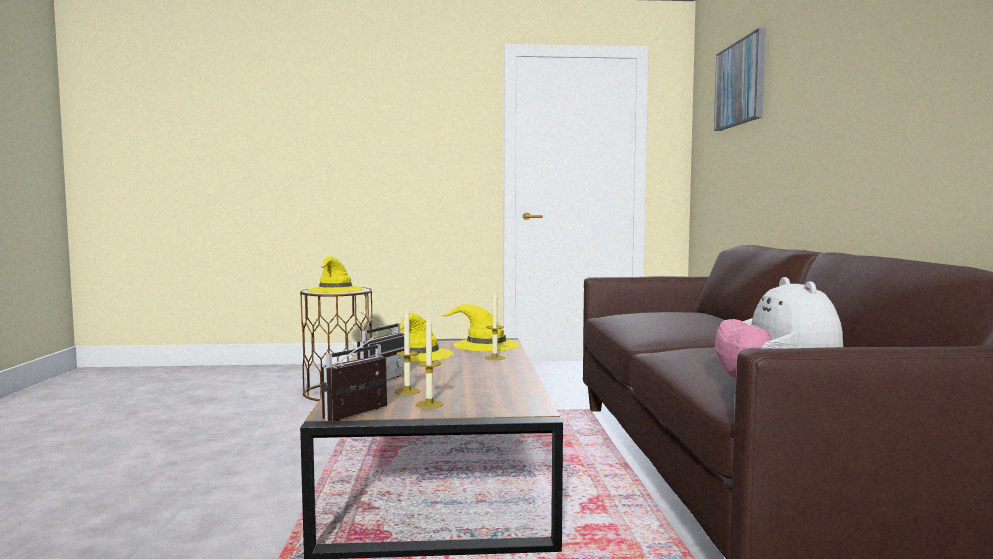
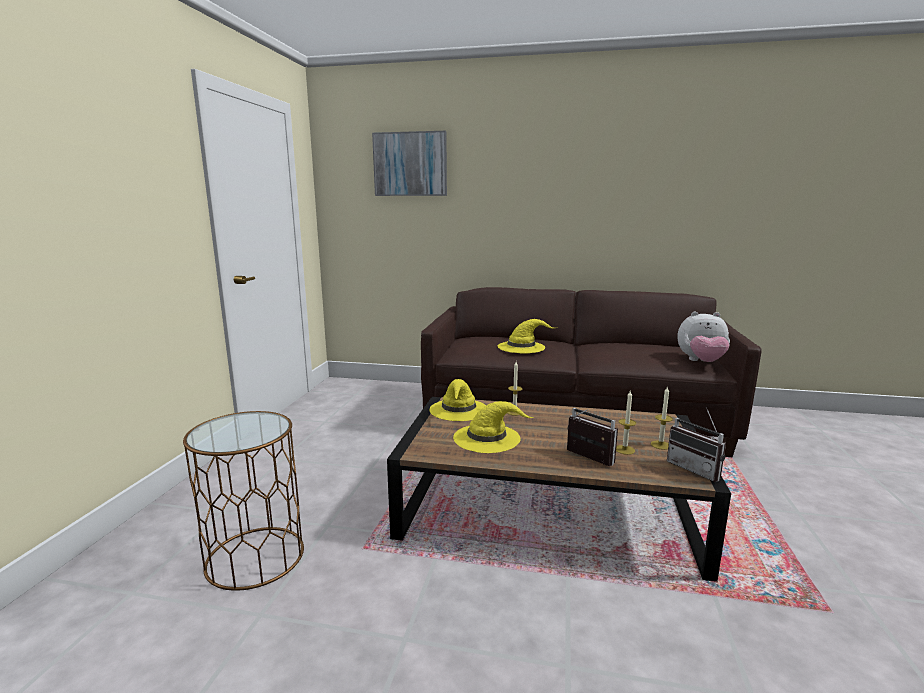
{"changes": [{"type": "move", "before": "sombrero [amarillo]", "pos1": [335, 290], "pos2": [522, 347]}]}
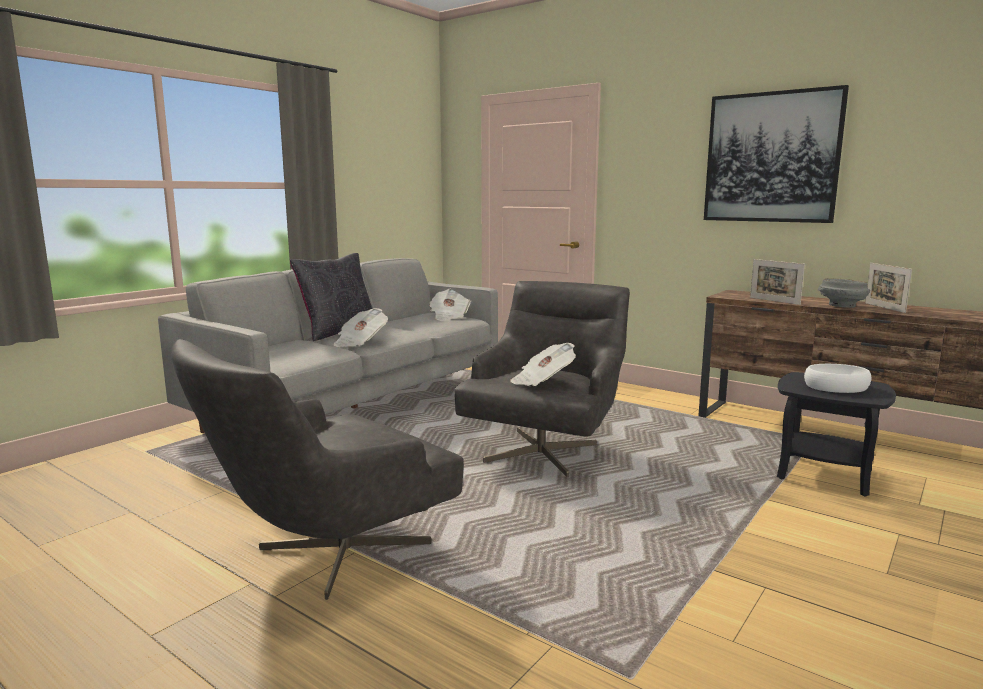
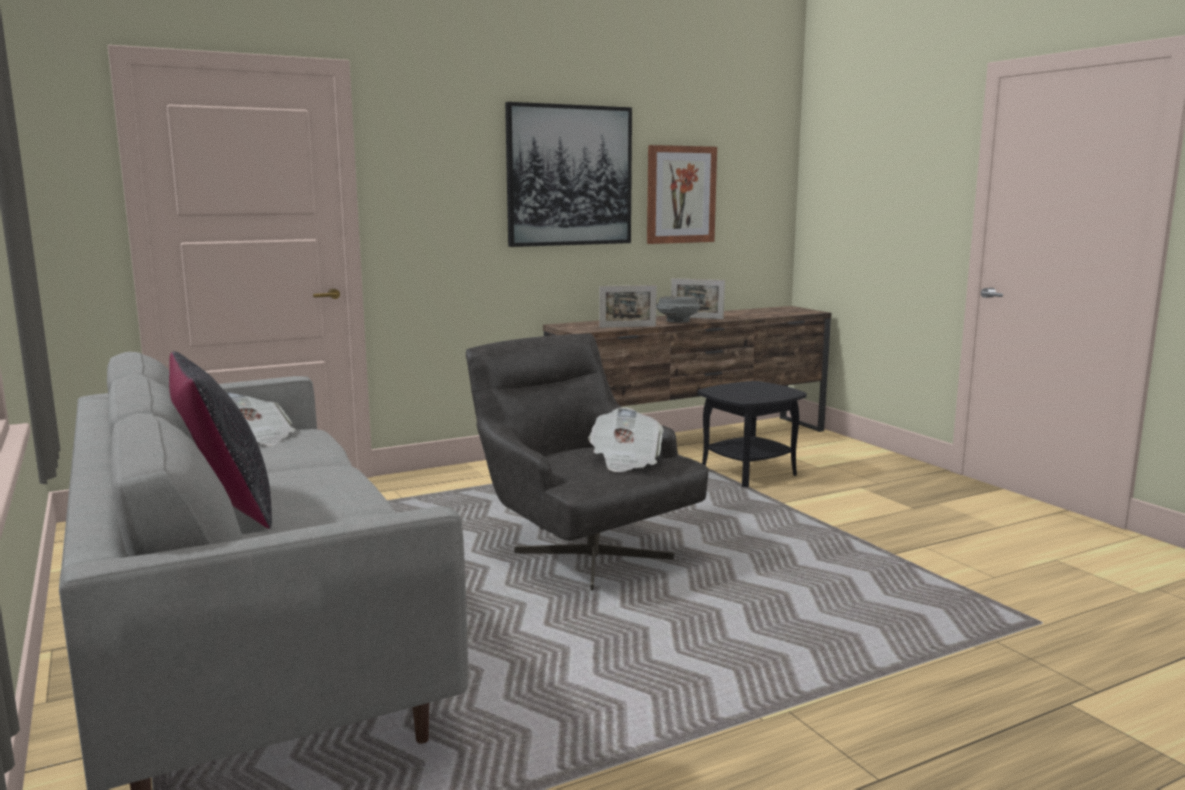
{"changes": [{"type": "delete", "before": "sillón [gris]", "pos1": [326, 557]}, {"type": "delete", "before": "periódico", "pos1": [360, 342]}, {"type": "delete", "before": "cuenco [blanco]", "pos1": [836, 387]}, {"type": "insert", "after": "cuadro", "pos2": [680, 194]}]}
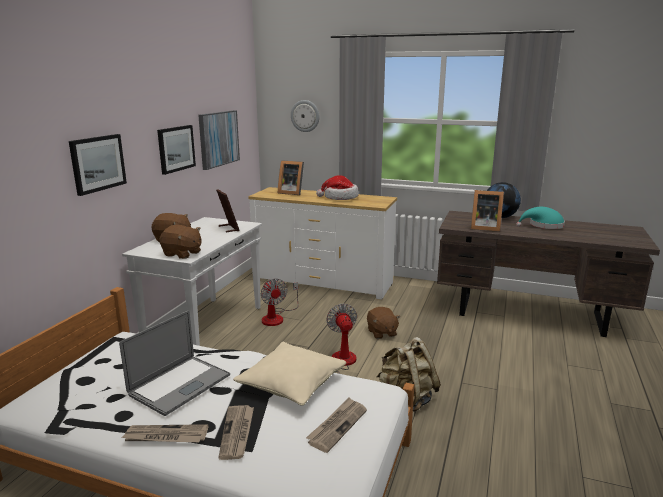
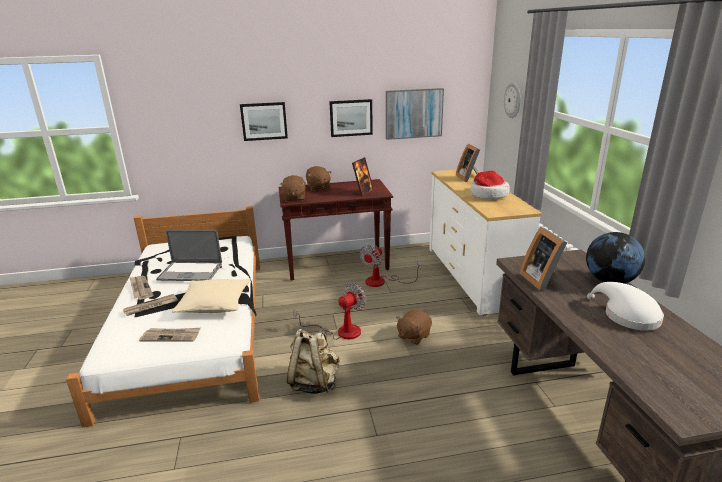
{"changes": [{"type": "recolor", "before": "mesa consola [blanco]", "after": "mesa consola [marrón]", "pos1": [206, 327], "pos2": [338, 264]}, {"type": "recolor", "before": "sombrero [turquesa]", "after": "sombrero [blanco]", "pos1": [543, 226], "pos2": [627, 315]}]}
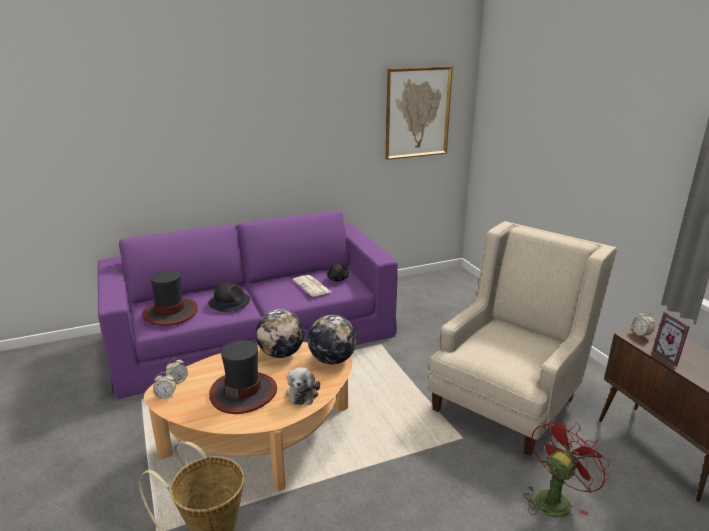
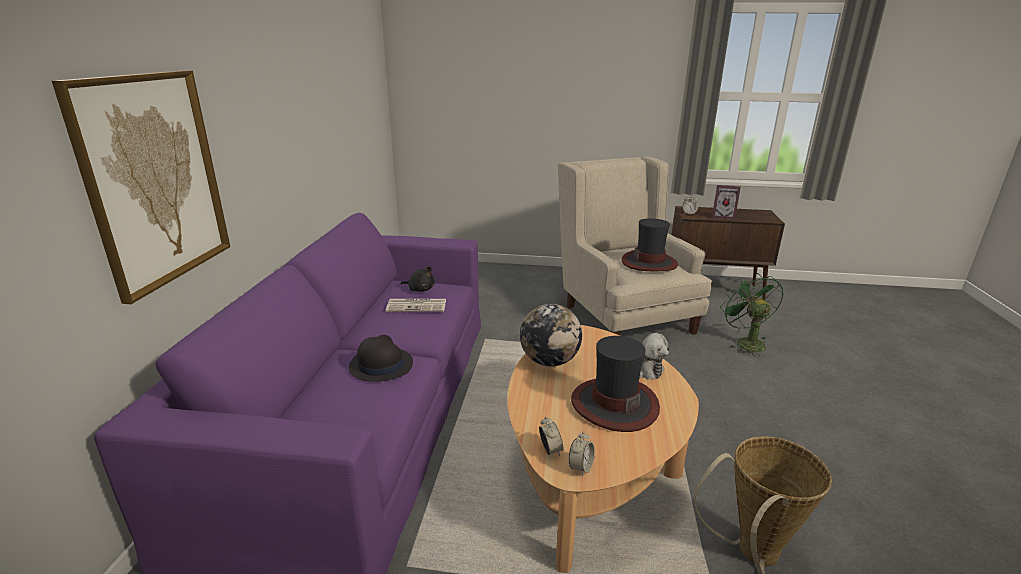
{"changes": [{"type": "delete", "before": "globo terráqueo", "pos1": [332, 360]}, {"type": "move", "before": "sombrero", "pos1": [170, 312], "pos2": [649, 262]}, {"type": "move", "before": "cuadro", "pos1": [417, 112], "pos2": [154, 180]}, {"type": "recolor", "before": "ventilador [rojo]", "after": "ventilador [verde]", "pos1": [555, 498], "pos2": [745, 342]}]}
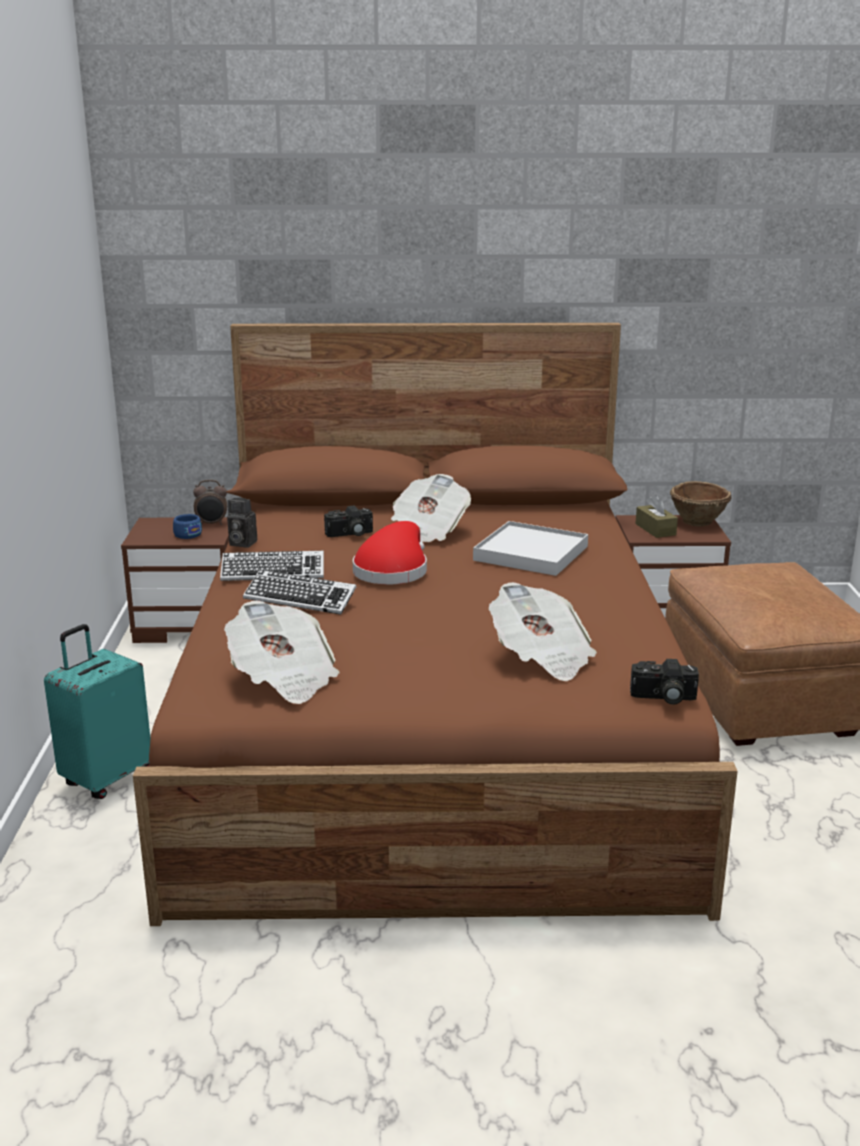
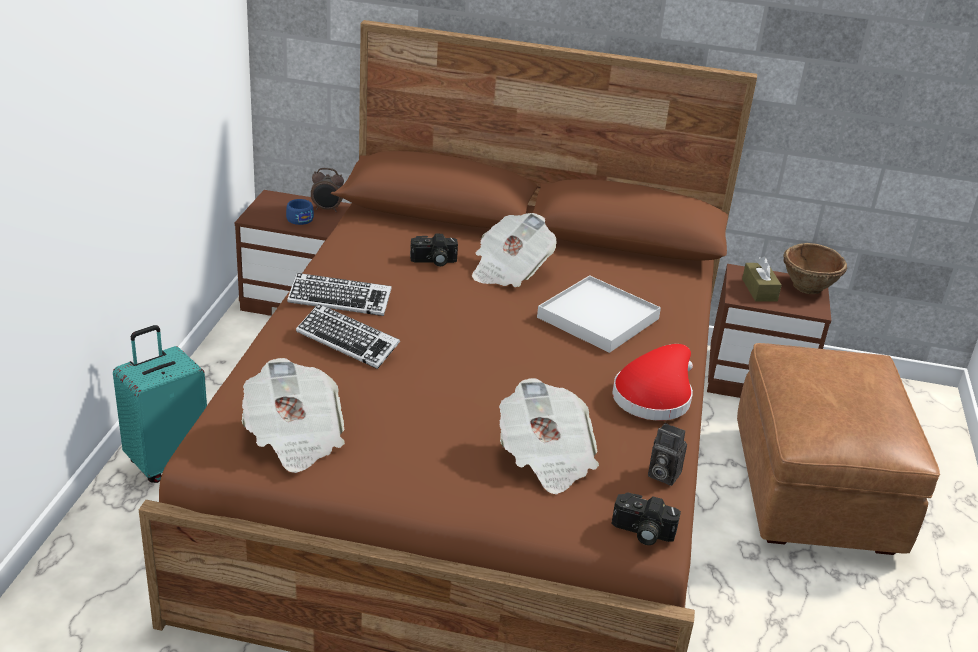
{"changes": [{"type": "move", "before": "cámara", "pos1": [241, 543], "pos2": [661, 474]}, {"type": "move", "before": "sombrero [rojo]", "pos1": [392, 570], "pos2": [654, 396]}]}
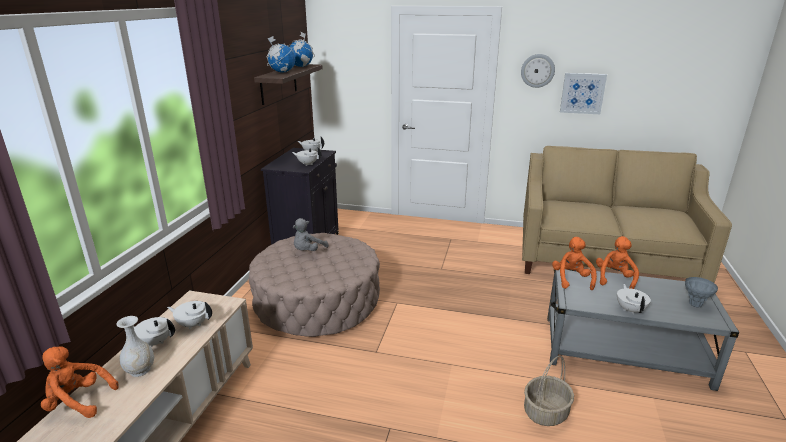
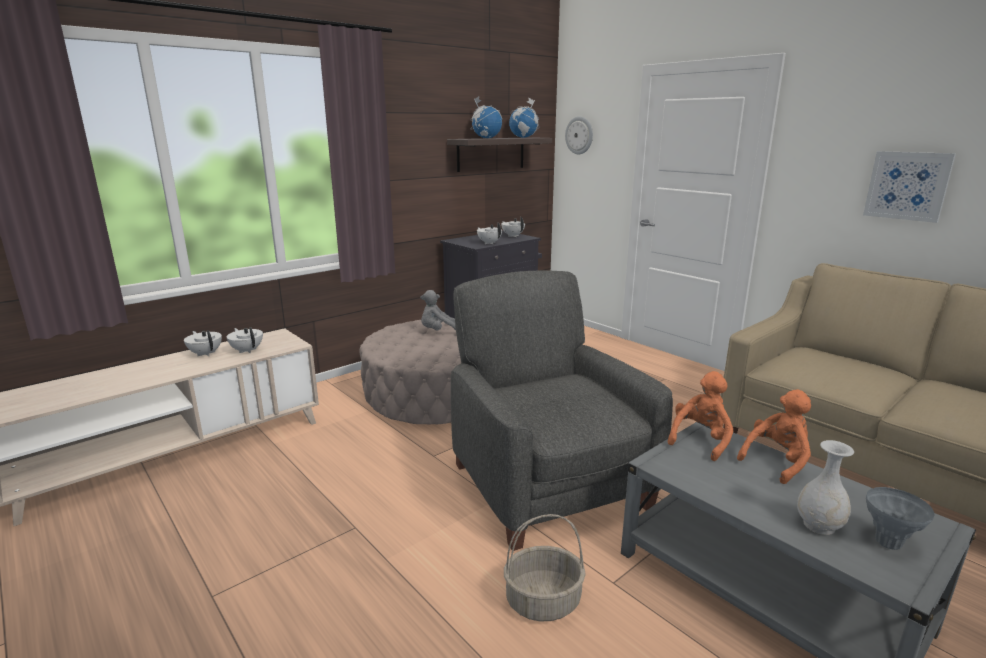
{"changes": [{"type": "delete", "before": "peluche [naranja]", "pos1": [78, 402]}, {"type": "delete", "before": "tetera [blanco]", "pos1": [630, 309]}, {"type": "insert", "after": "sillón [gris]", "pos2": [548, 483]}, {"type": "move", "before": "florero [blanco]", "pos1": [140, 370], "pos2": [819, 525]}, {"type": "move", "before": "reloj de pared", "pos1": [537, 70], "pos2": [579, 135]}]}
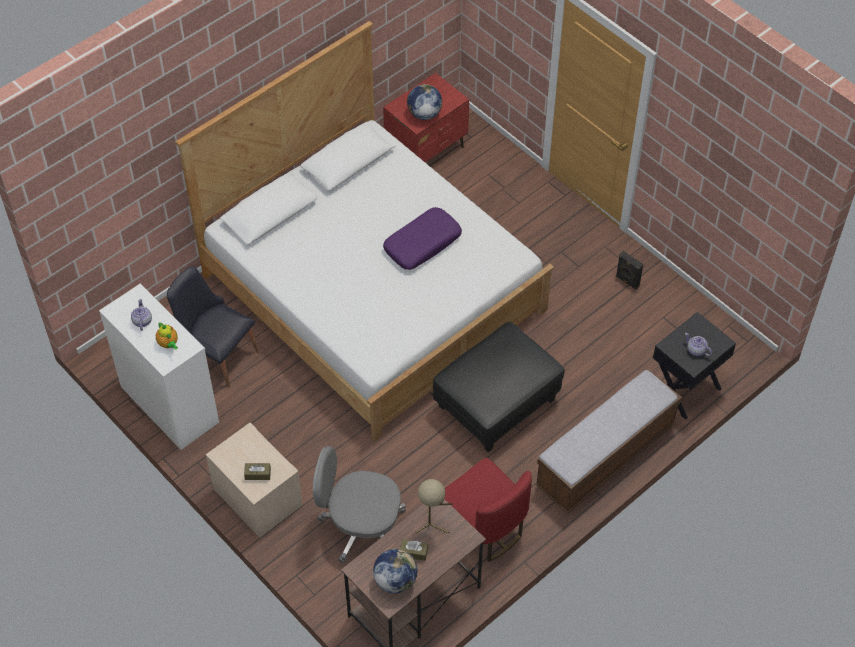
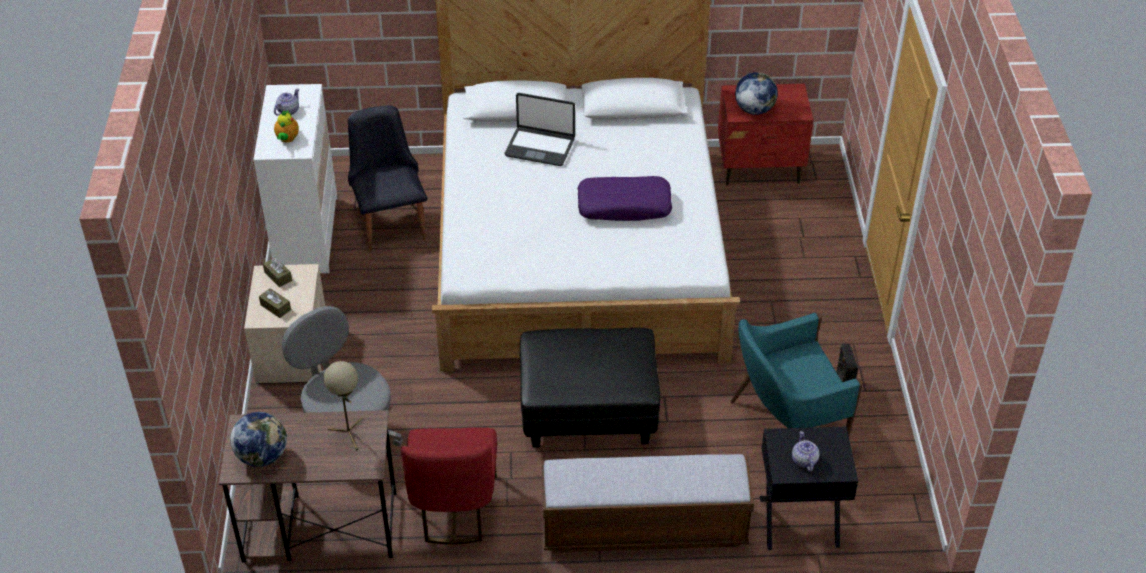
{"changes": [{"type": "insert", "after": "portátil", "pos2": [540, 147]}, {"type": "insert", "after": "sillón [turquesa]", "pos2": [784, 426]}, {"type": "move", "before": "caja de pañuelos [marrón]", "pos1": [413, 552], "pos2": [278, 276]}]}
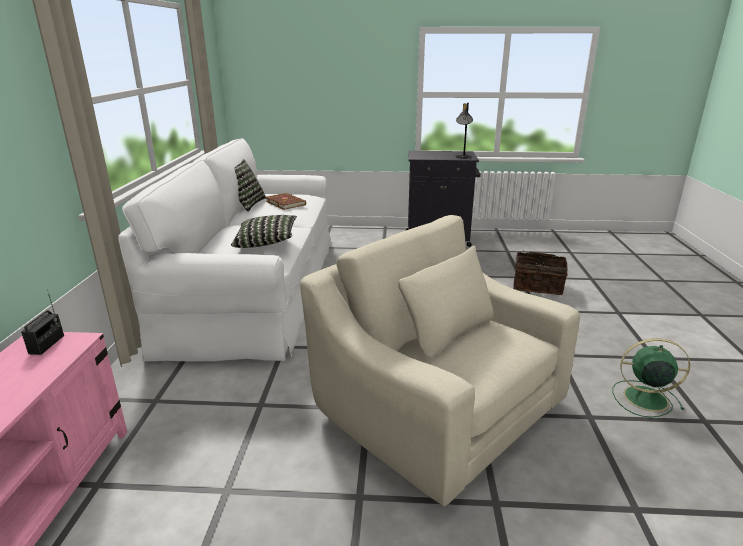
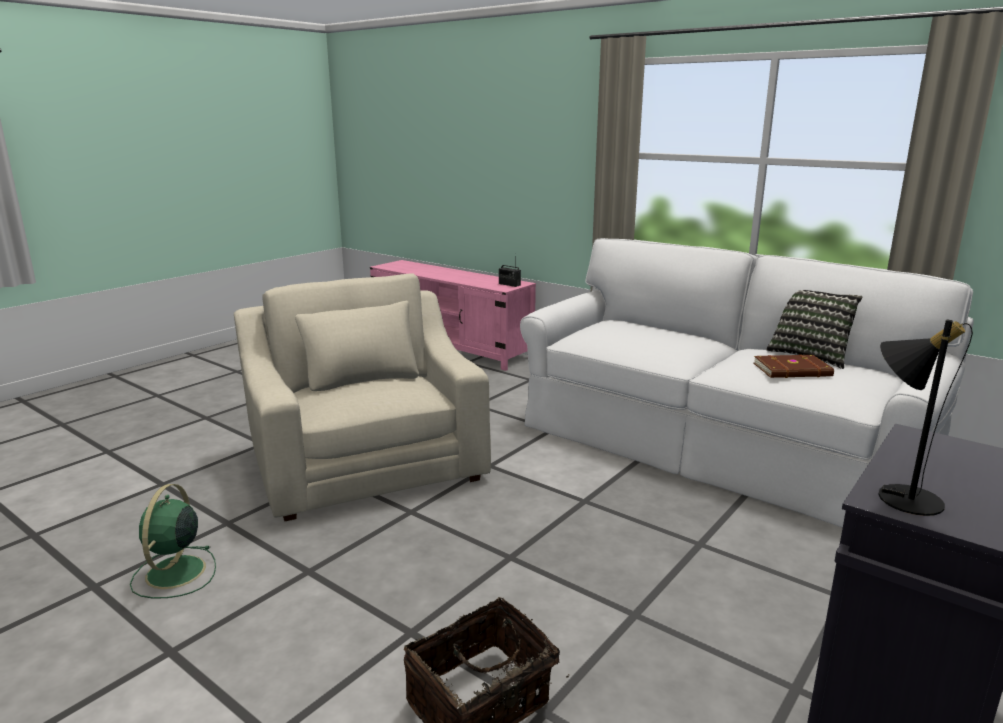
{"changes": [{"type": "delete", "before": "cojín", "pos1": [266, 242]}, {"type": "rotate", "before": "sillón [beis]", "pos1": [437, 406], "pos2": [365, 461], "turn": -105}, {"type": "rotate", "before": "ventilador [verde]", "pos1": [643, 398], "pos2": [174, 574], "turn": 135}]}
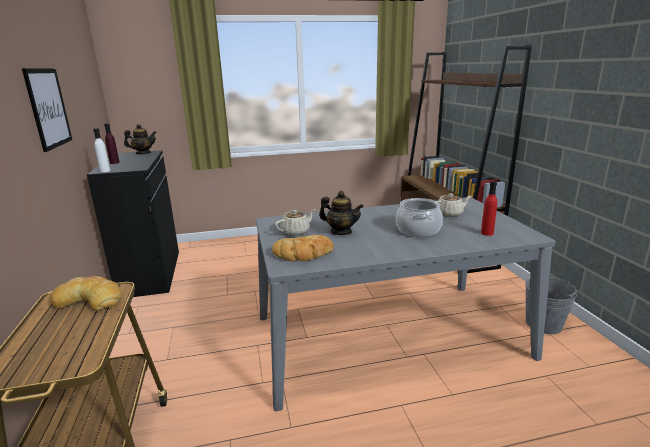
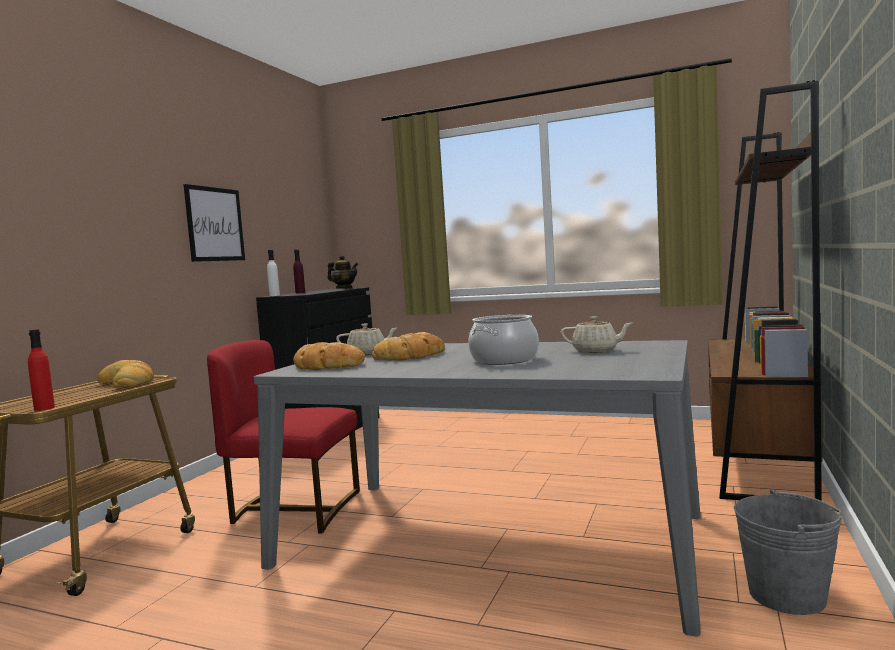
{"changes": [{"type": "insert", "after": "silla [rojo]", "pos2": [294, 510]}, {"type": "move", "before": "botella [rojo]", "pos1": [487, 233], "pos2": [44, 408]}, {"type": "replace", "before": "tetera", "after": "pan", "pos1": [341, 232], "pos2": [411, 356]}]}
